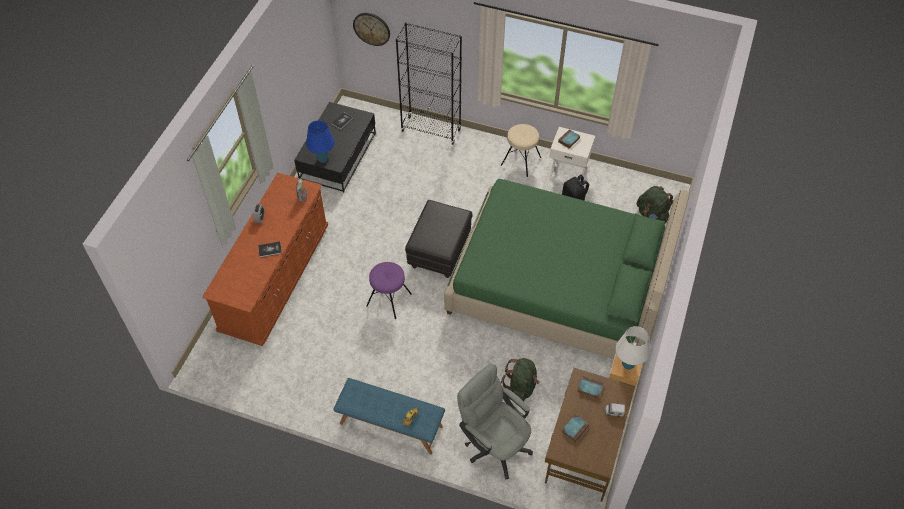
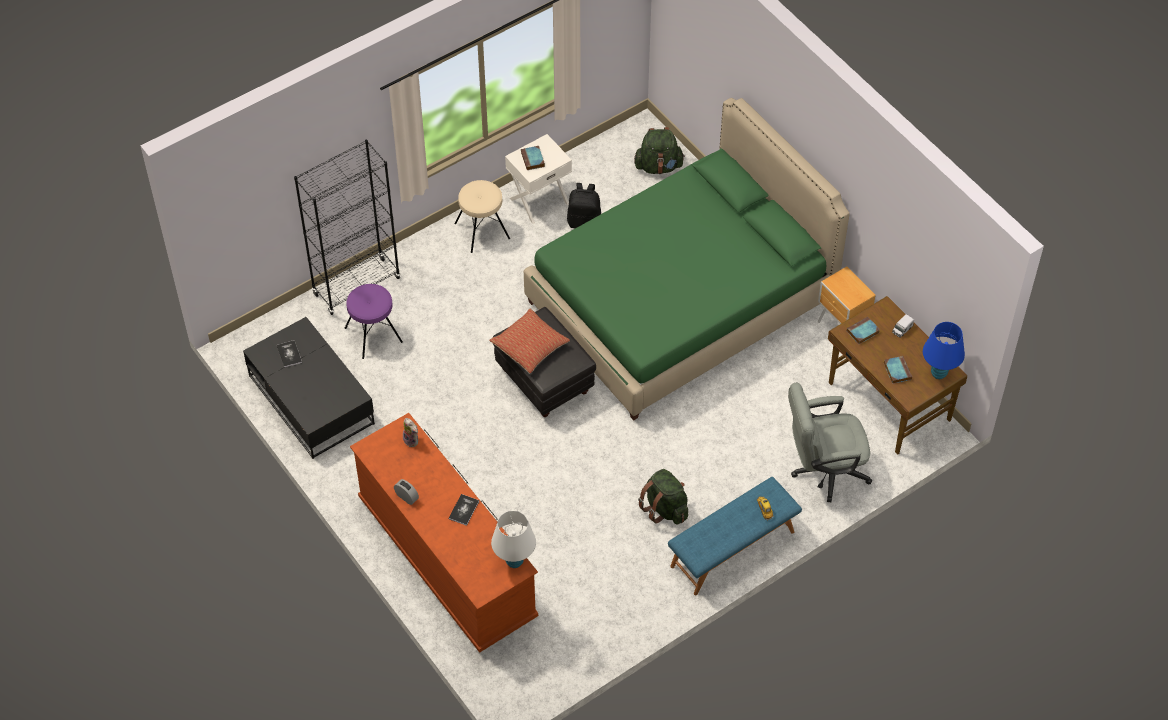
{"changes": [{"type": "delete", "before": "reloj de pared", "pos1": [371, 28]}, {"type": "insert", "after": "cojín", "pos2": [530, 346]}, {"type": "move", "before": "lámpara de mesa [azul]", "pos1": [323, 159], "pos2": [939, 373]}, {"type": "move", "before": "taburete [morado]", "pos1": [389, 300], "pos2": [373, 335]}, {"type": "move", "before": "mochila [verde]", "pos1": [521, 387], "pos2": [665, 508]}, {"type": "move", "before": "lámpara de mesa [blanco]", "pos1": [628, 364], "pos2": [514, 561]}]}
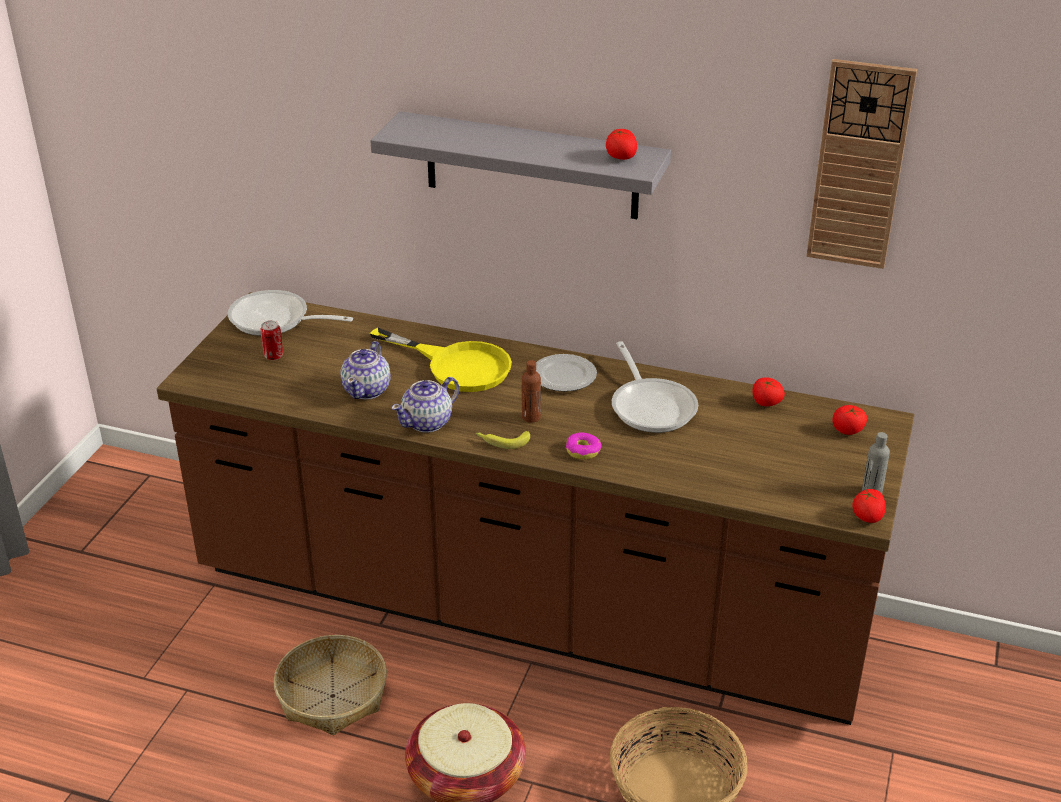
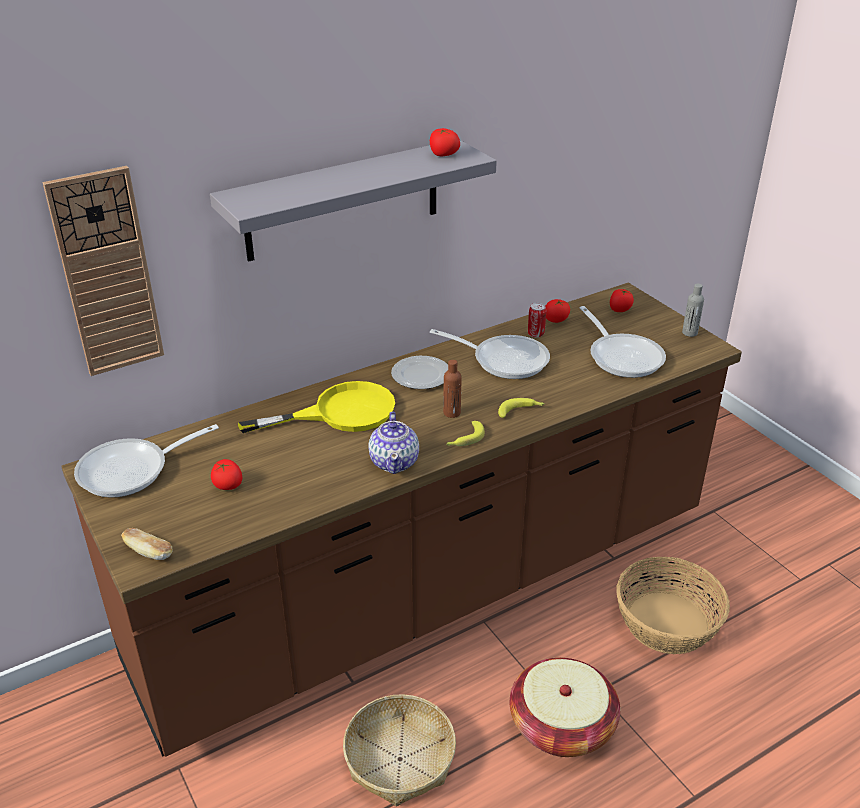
{"changes": [{"type": "delete", "before": "tetera", "pos1": [367, 390]}, {"type": "insert", "after": "pan", "pos2": [149, 552]}, {"type": "insert", "after": "sartén", "pos2": [622, 356]}, {"type": "move", "before": "lata", "pos1": [273, 356], "pos2": [535, 334]}, {"type": "move", "before": "reloj de pared", "pos1": [859, 166], "pos2": [107, 274]}, {"type": "move", "before": "tomate", "pos1": [867, 517], "pos2": [228, 485]}, {"type": "replace", "before": "rosquilla", "after": "plátano", "pos1": [583, 451], "pos2": [521, 411]}]}
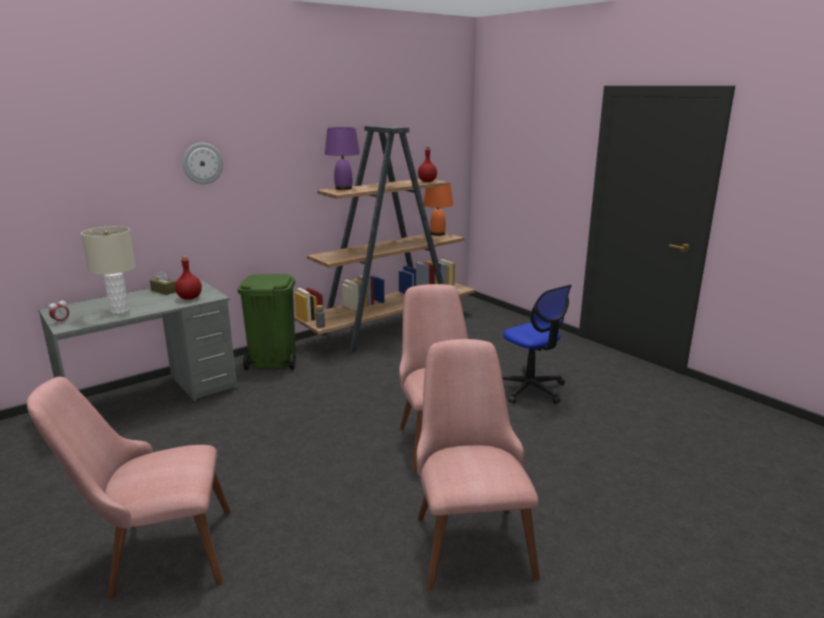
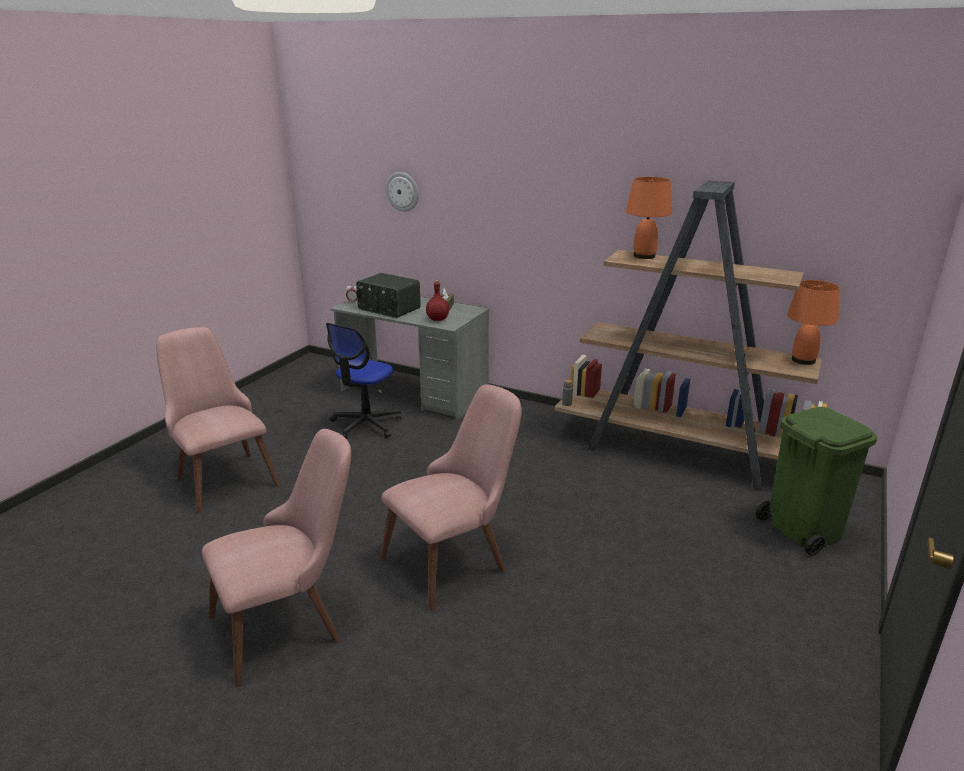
{"changes": [{"type": "delete", "before": "botella [rojo]", "pos1": [427, 181]}, {"type": "move", "before": "reloj de pared", "pos1": [202, 163], "pos2": [402, 191]}, {"type": "move", "before": "papelera [verde]", "pos1": [272, 361], "pos2": [802, 529]}, {"type": "move", "before": "silla de oficina", "pos1": [530, 389], "pos2": [365, 425]}, {"type": "replace", "before": "lámpara de mesa [beis]", "after": "radio", "pos1": [119, 310], "pos2": [388, 309]}, {"type": "recolor", "before": "lámpara de mesa [morado]", "after": "lámpara de mesa [naranja]", "pos1": [343, 188], "pos2": [644, 256]}]}
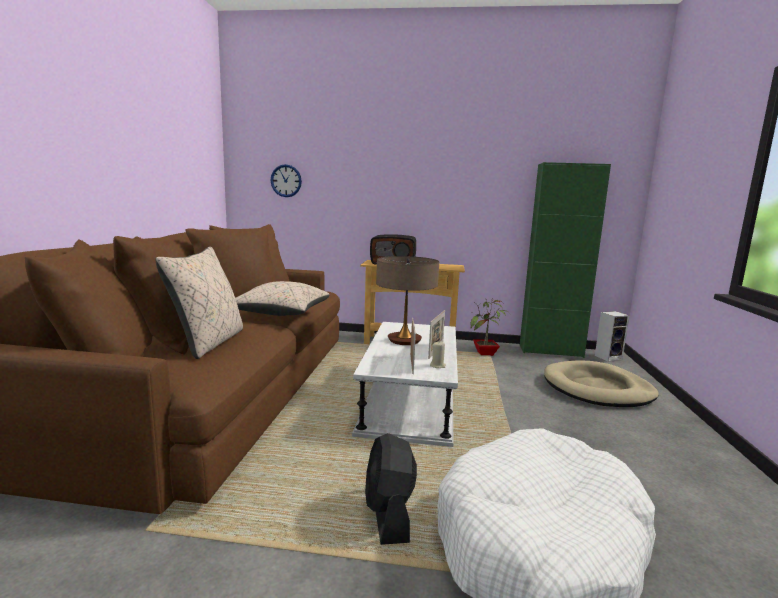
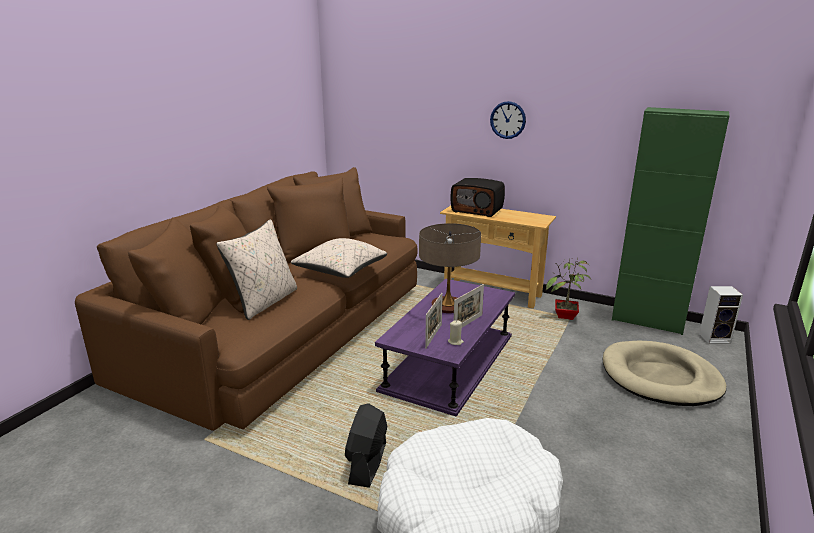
{"changes": [{"type": "move", "before": "reloj de pared", "pos1": [286, 181], "pos2": [508, 120]}, {"type": "recolor", "before": "mesa de centro [blanco]", "after": "mesa de centro [morado]", "pos1": [410, 399], "pos2": [449, 362]}]}
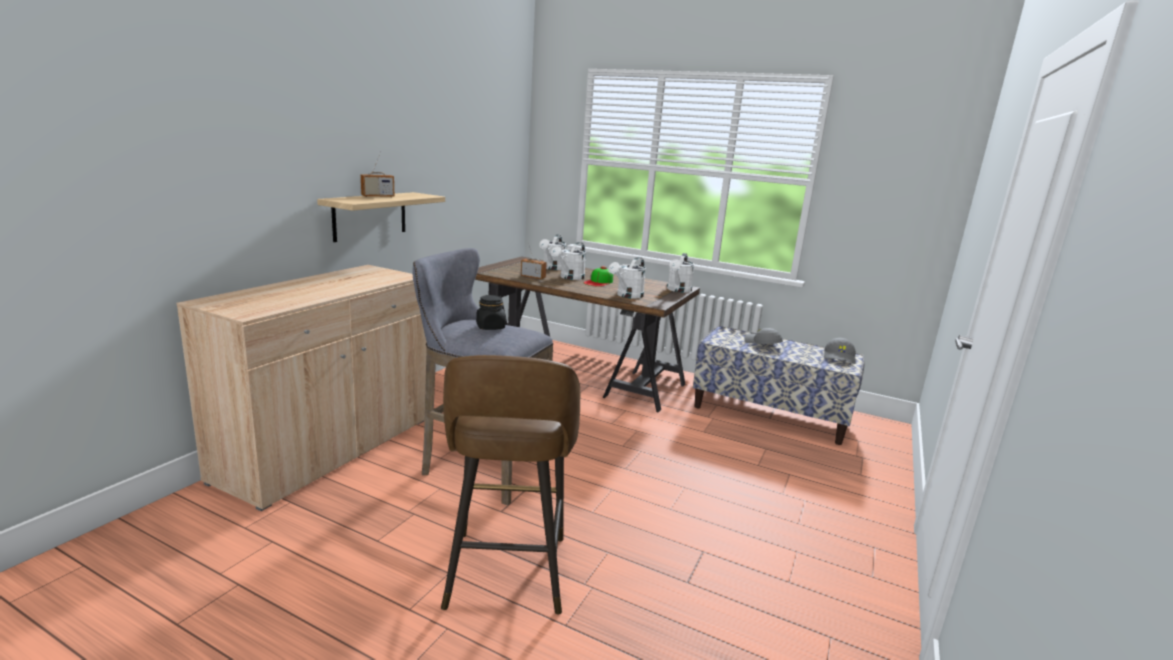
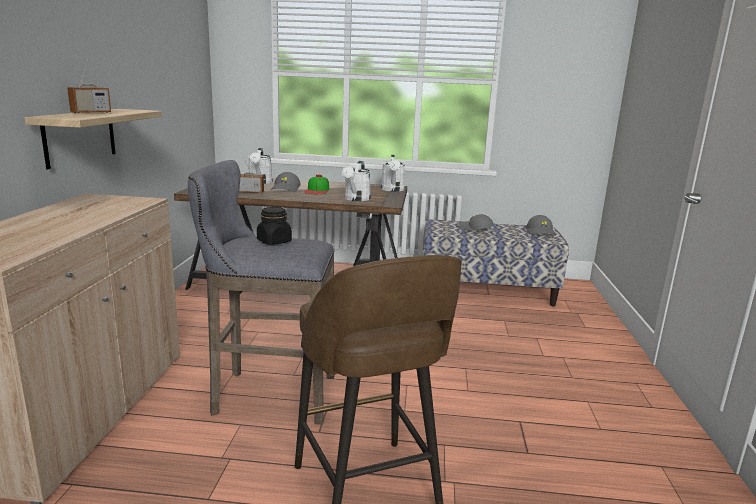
{"changes": [{"type": "replace", "before": "regadera [blanco]", "after": "gorra [gris]", "pos1": [569, 277], "pos2": [286, 189]}]}
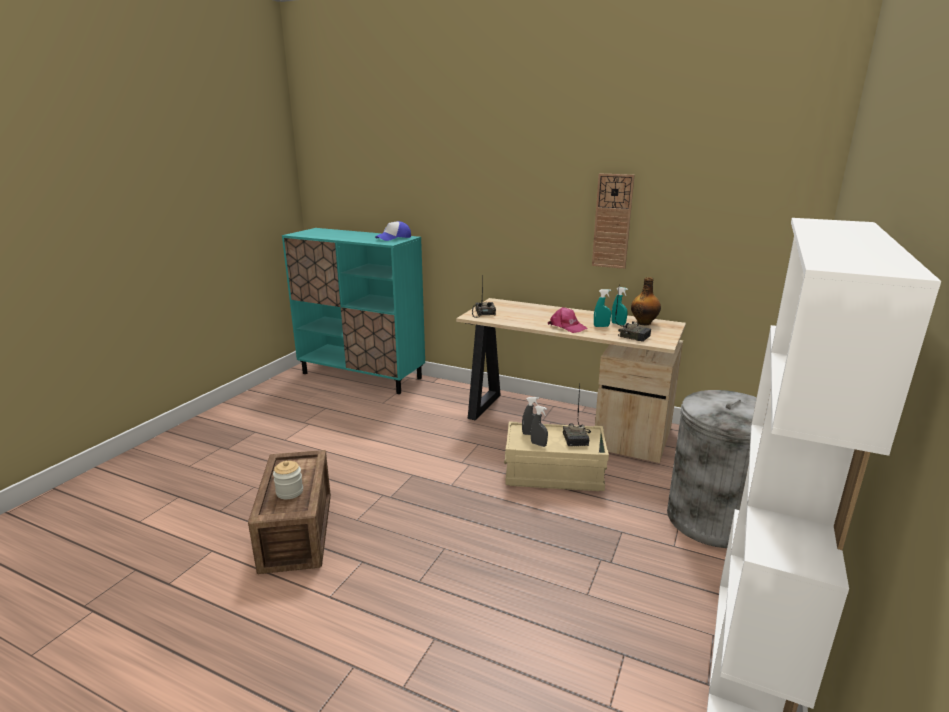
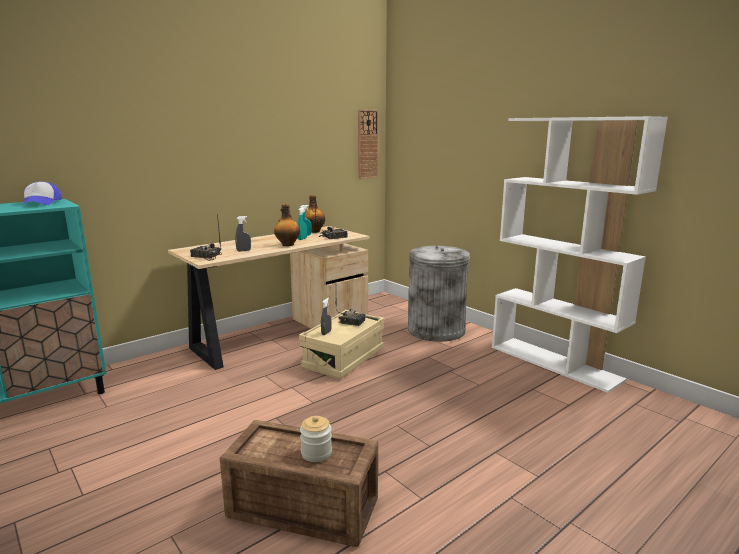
{"changes": [{"type": "move", "before": "pulverizador [gris]", "pos1": [538, 444], "pos2": [243, 250]}, {"type": "move", "before": "reloj de pared", "pos1": [612, 221], "pos2": [367, 144]}, {"type": "replace", "before": "gorra [rosa]", "after": "botella", "pos1": [567, 327], "pos2": [287, 245]}]}
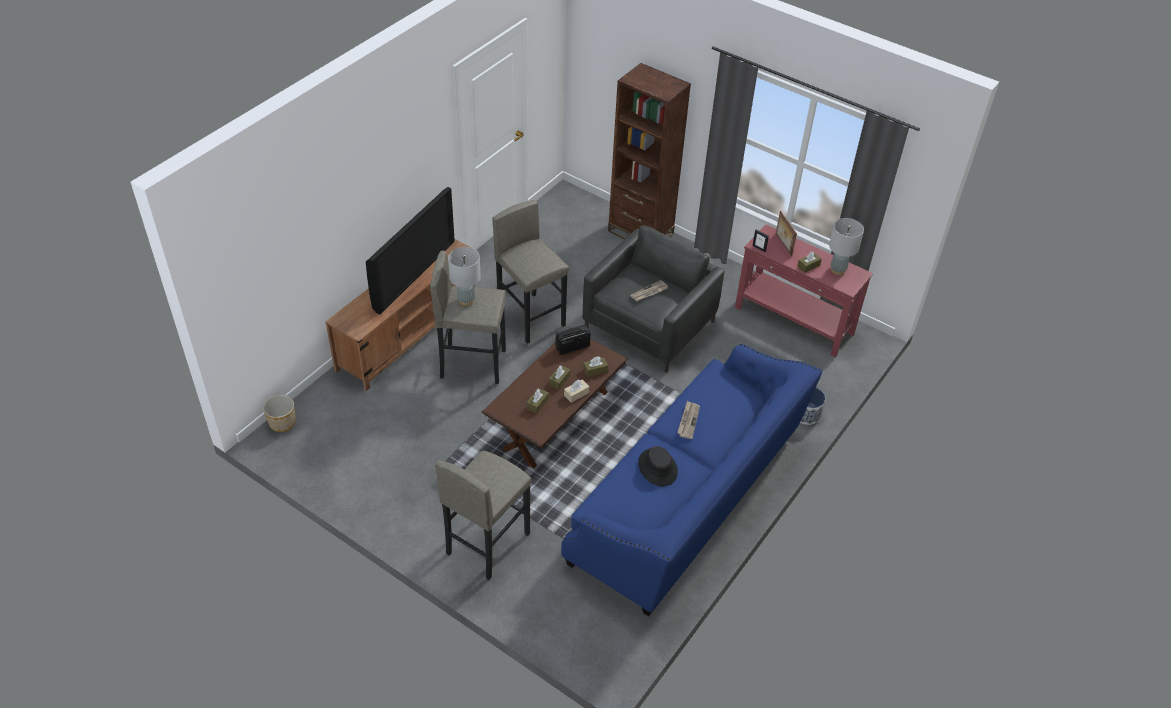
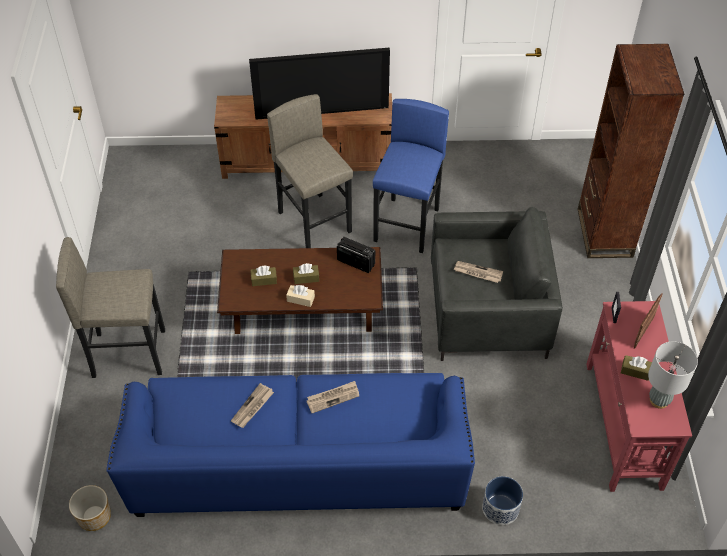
{"changes": [{"type": "delete", "before": "lámpara de mesa [gris]", "pos1": [466, 300]}, {"type": "delete", "before": "caja de pañuelos [marrón]", "pos1": [595, 370]}, {"type": "move", "before": "maceta", "pos1": [282, 423], "pos2": [94, 517]}, {"type": "replace", "before": "sombrero [negro]", "after": "periódico", "pos1": [658, 467], "pos2": [252, 407]}, {"type": "recolor", "before": "taburete [gris]", "after": "taburete [azul]", "pos1": [531, 317], "pos2": [407, 225]}]}
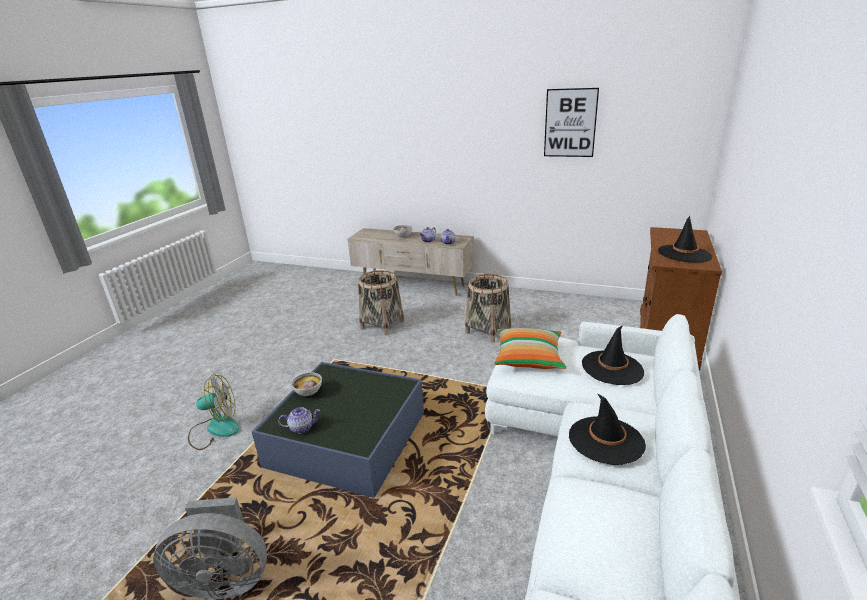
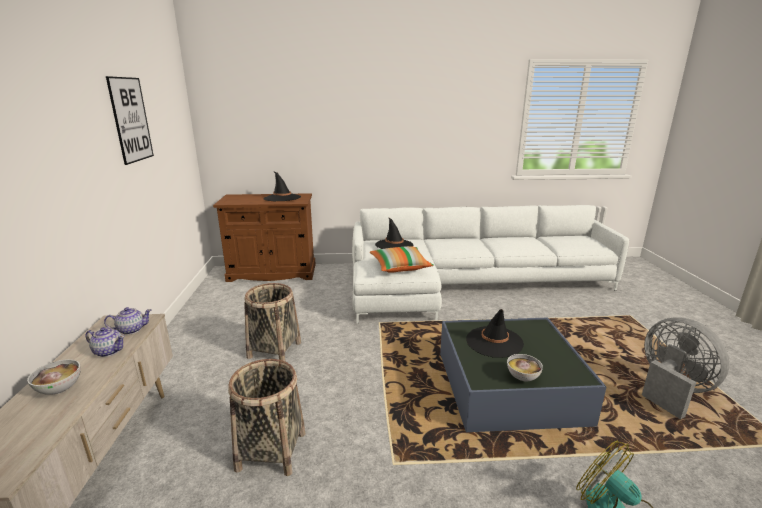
{"changes": [{"type": "delete", "before": "tetera", "pos1": [301, 427]}, {"type": "move", "before": "sombrero [negro]", "pos1": [606, 440], "pos2": [494, 342]}]}
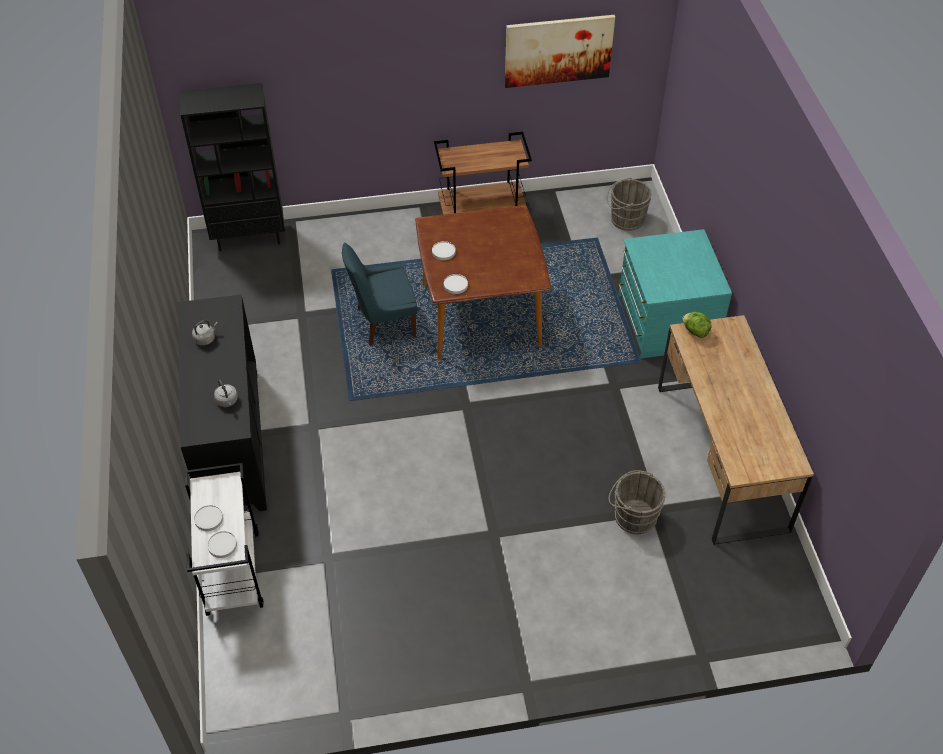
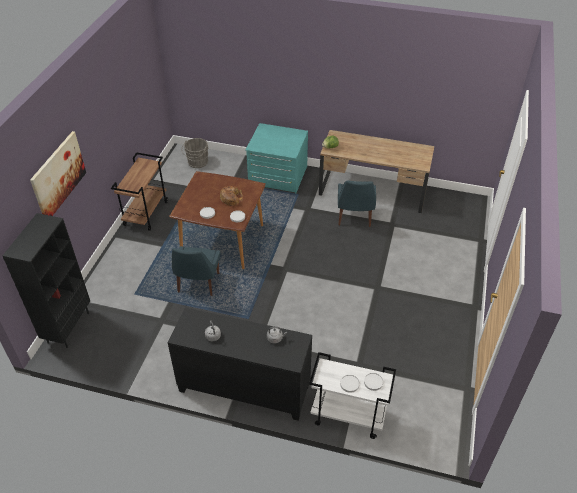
{"changes": [{"type": "delete", "before": "cubo [gris]", "pos1": [633, 516]}, {"type": "insert", "after": "pan", "pos2": [231, 198]}, {"type": "insert", "after": "silla [azul]", "pos2": [354, 217]}, {"type": "move", "before": "cuadro", "pos1": [558, 50], "pos2": [58, 175]}]}
